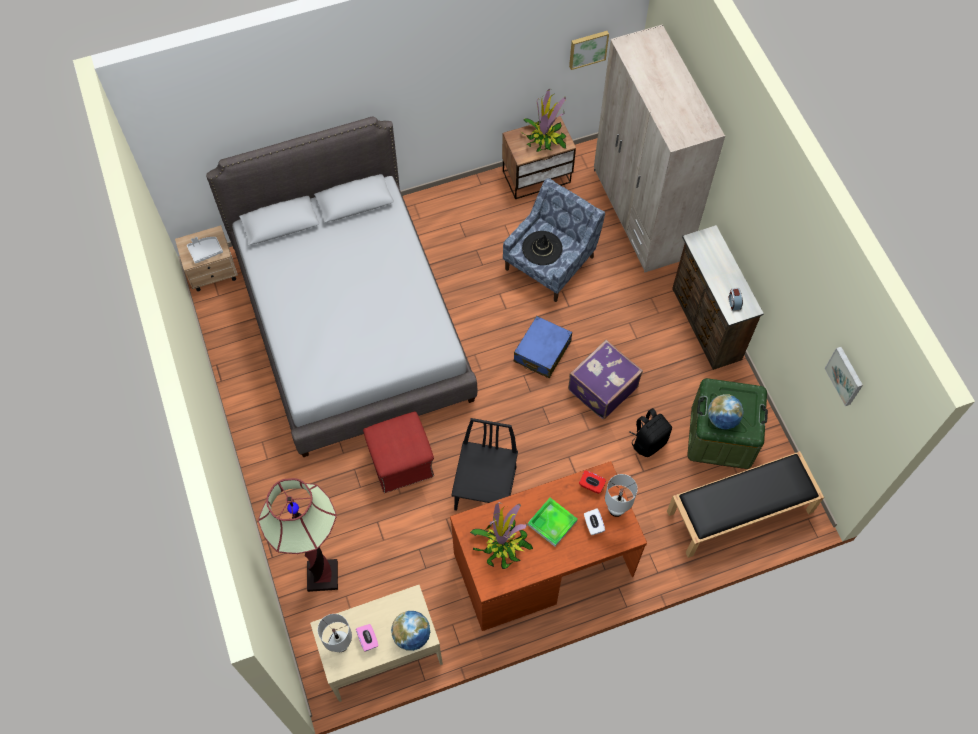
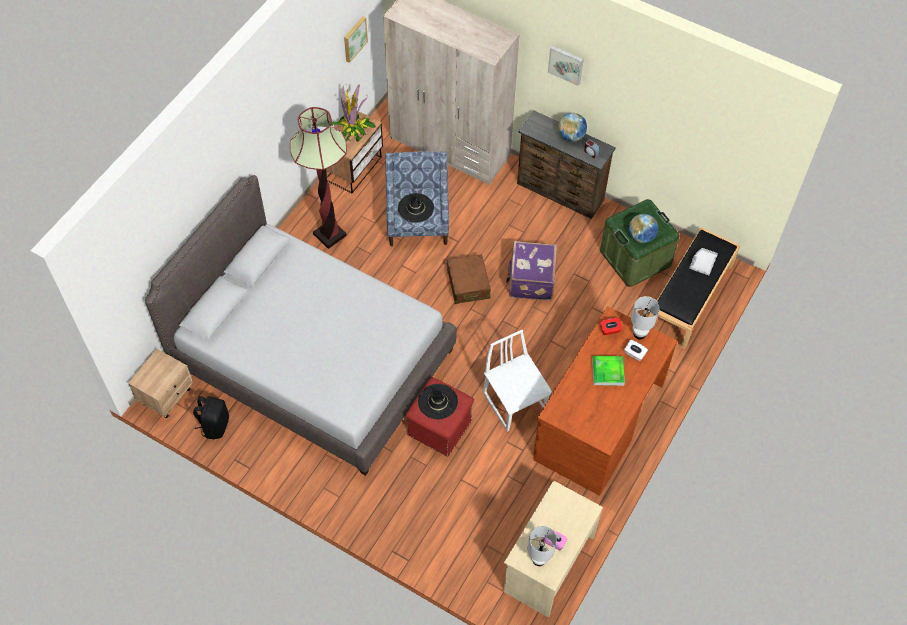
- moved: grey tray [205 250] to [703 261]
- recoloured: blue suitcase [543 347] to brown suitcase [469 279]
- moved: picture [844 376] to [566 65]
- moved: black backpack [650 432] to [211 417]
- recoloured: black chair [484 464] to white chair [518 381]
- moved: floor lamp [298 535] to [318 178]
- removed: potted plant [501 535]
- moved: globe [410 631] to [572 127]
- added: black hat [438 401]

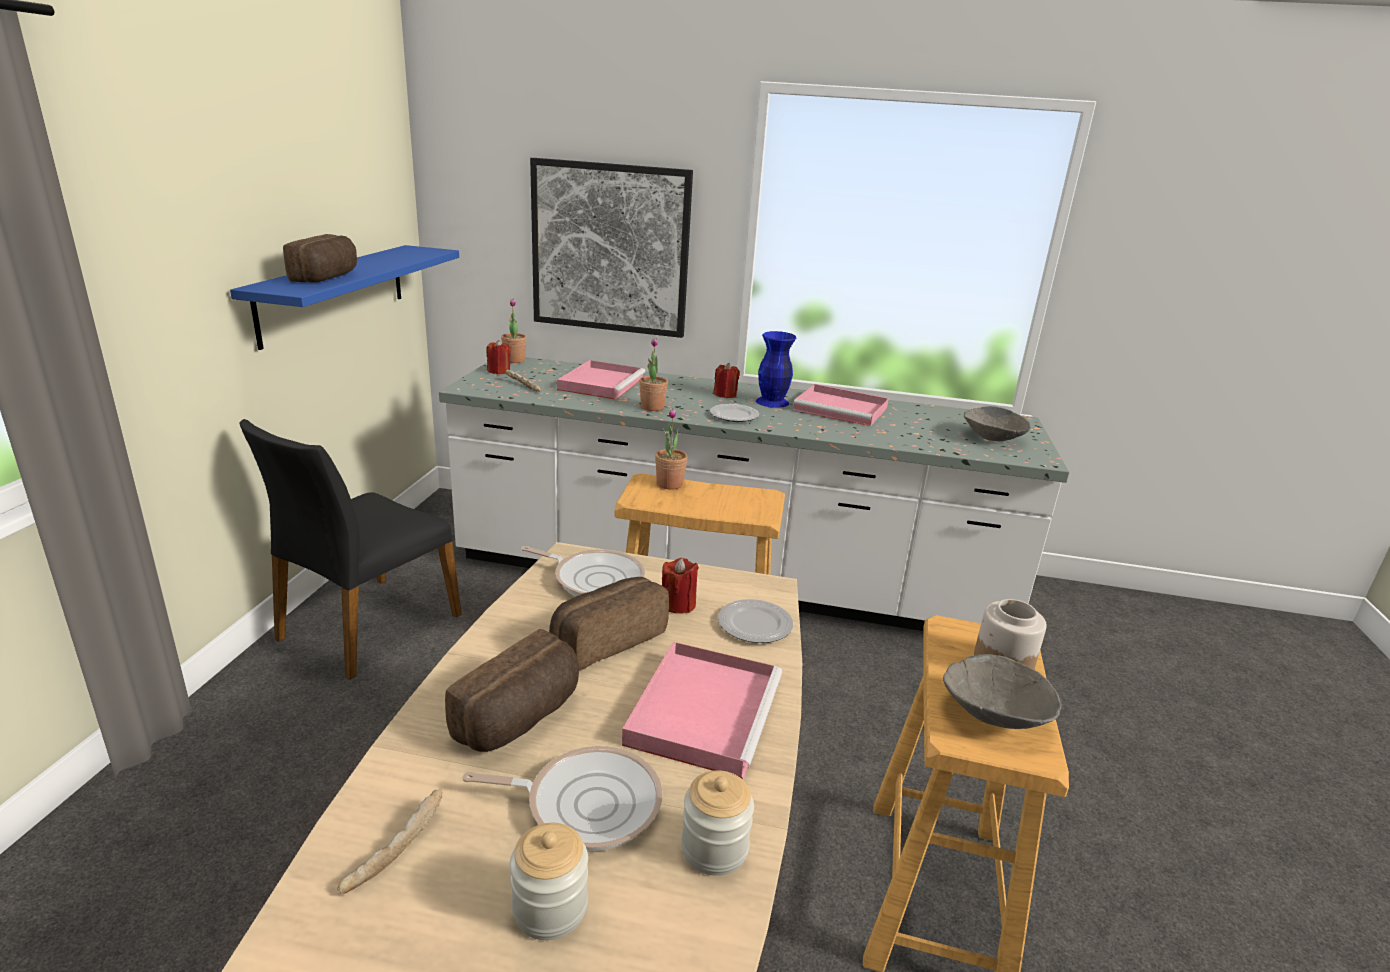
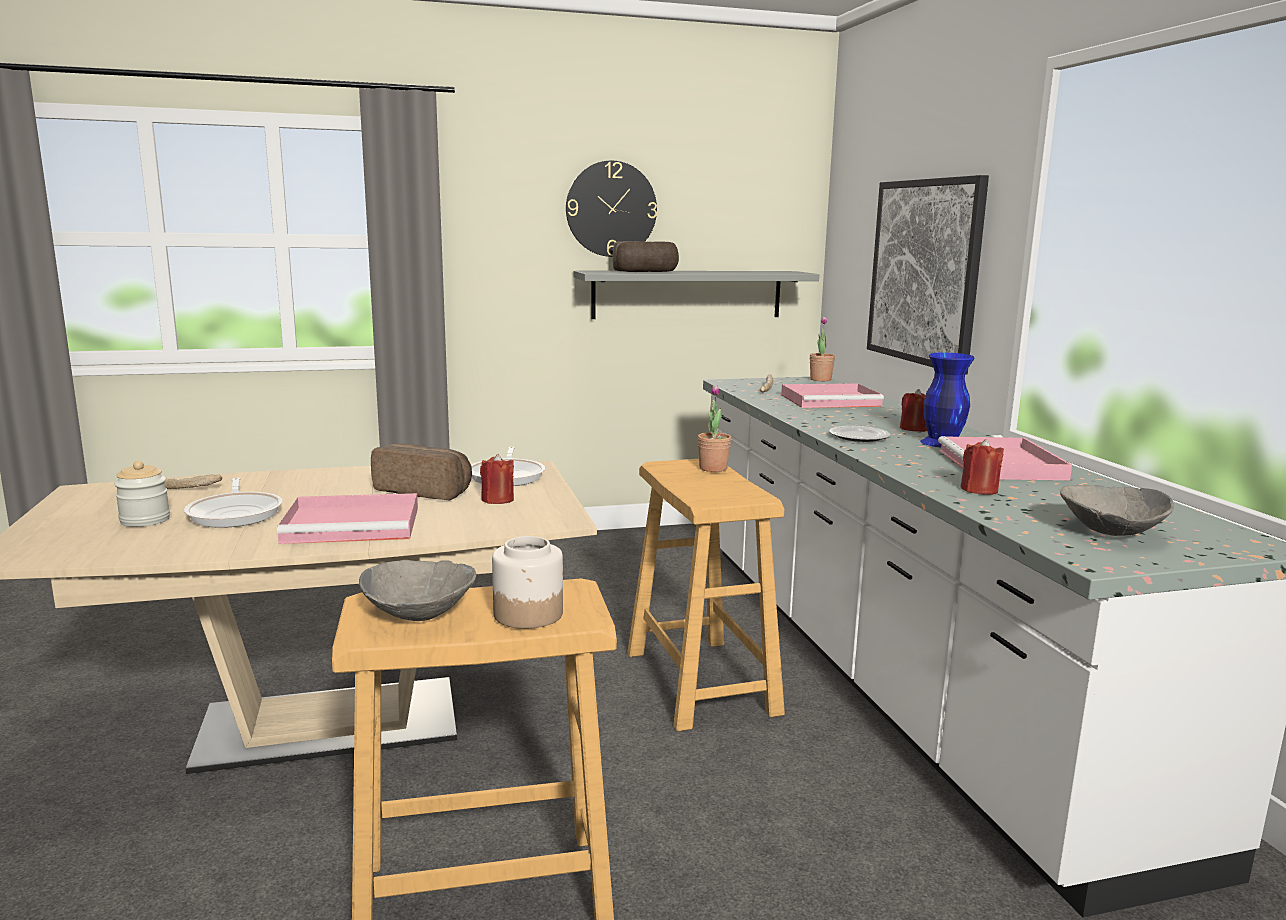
- recoloured: blue shelf [344 297] to grey shelf [696 294]
- removed: potted plant [653 374]
- moved: red candle [498 357] to [982 467]
- removed: black chair [351 549]
- removed: plate [755 621]
- removed: bread [512 690]
- removed: jar [717 823]
- added: wall clock [611 209]

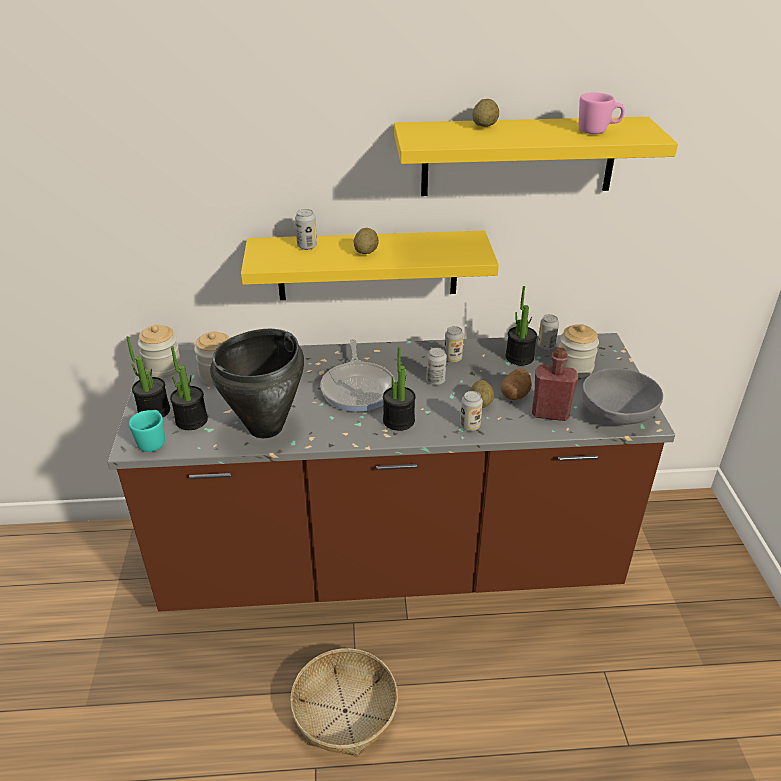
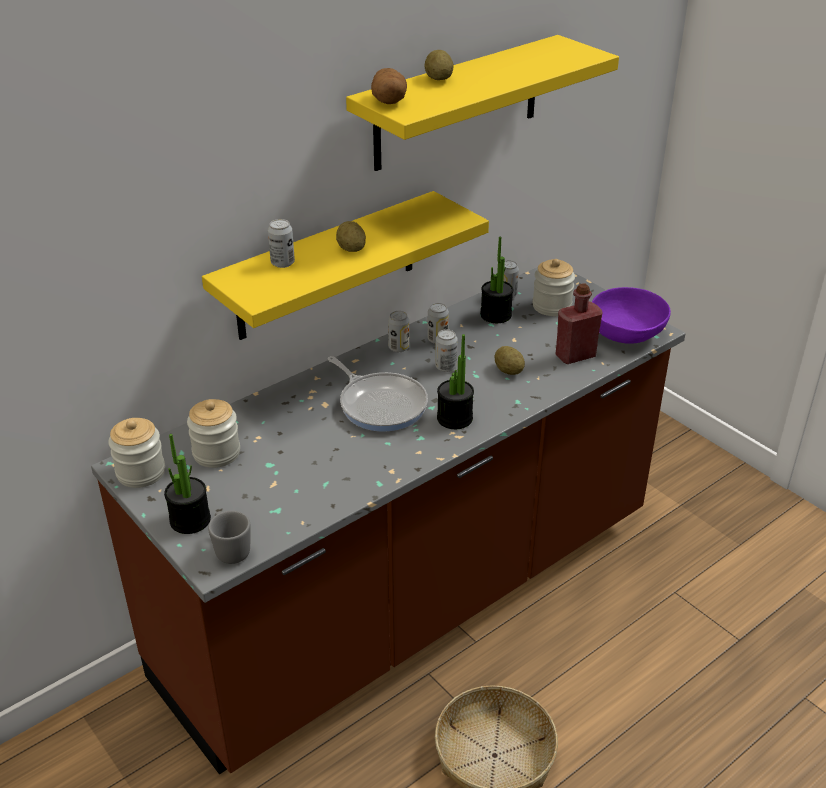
- removed: pink mug [602 113]
- removed: black cooking pot [257 383]
- removed: potted plant [189 388]
- recoloured: grey bowl [622 396] to purple bowl [631 315]
- moved: potato [516 384] to [389 86]
- moved: can [471 411] to [398 331]
- recoloured: turquoise mug [147 431] to grey mug [229 537]

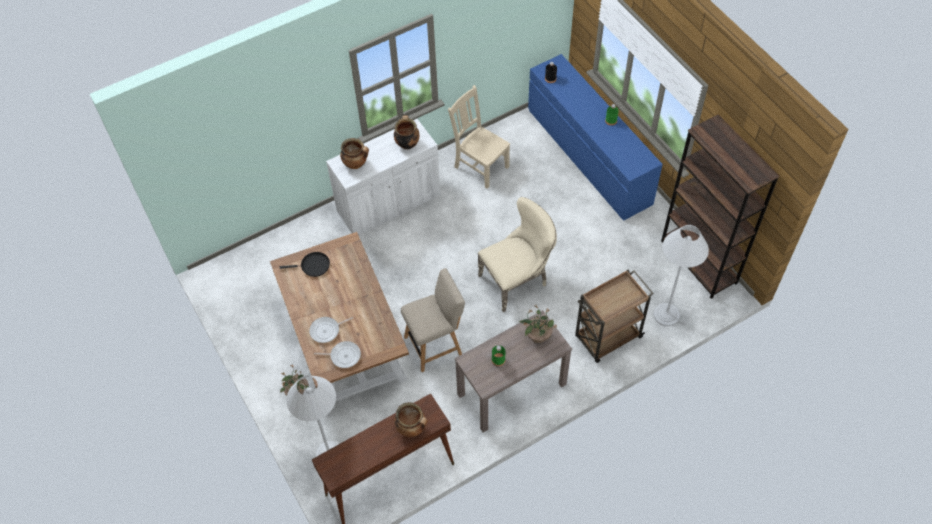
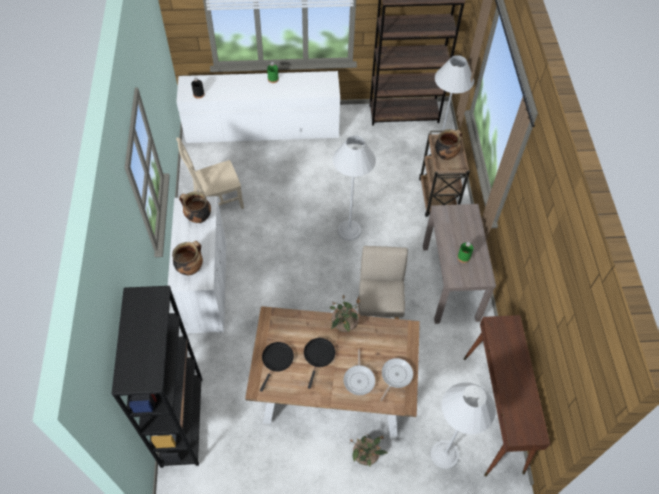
- recoloured: blue dresser [595 137] to white dresser [258 107]
- replaced: beige chair [517 254] to white floor lamp [354 188]
- moved: potted plant [538 324] to [344 313]
- moved: cooking pot [411 419] to [448 144]
- added: black bookcase [156 377]
- added: black frying pan [319 363]

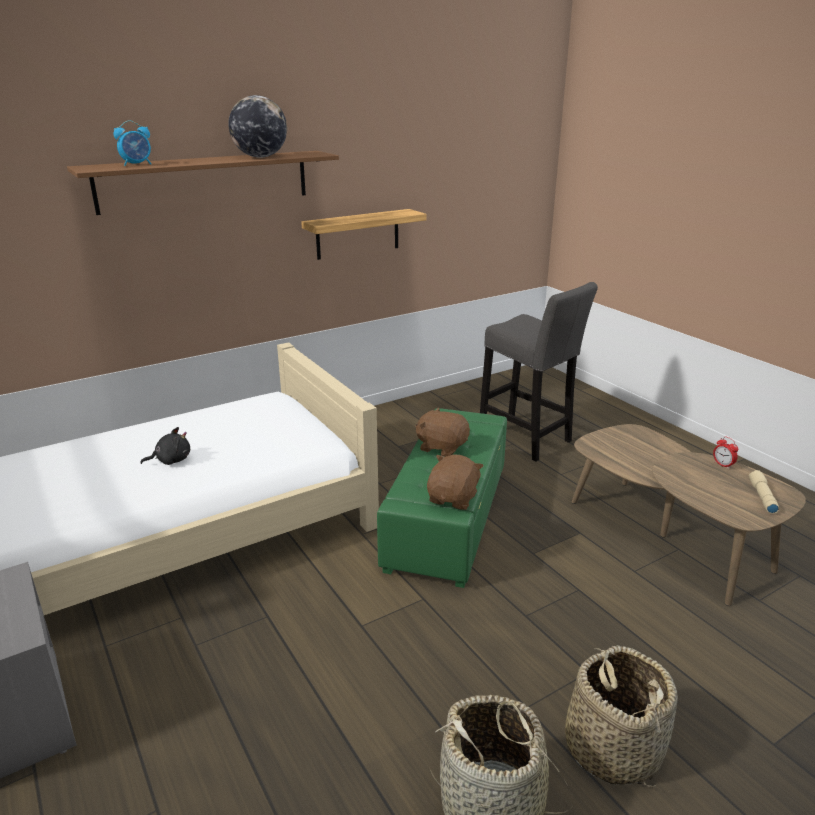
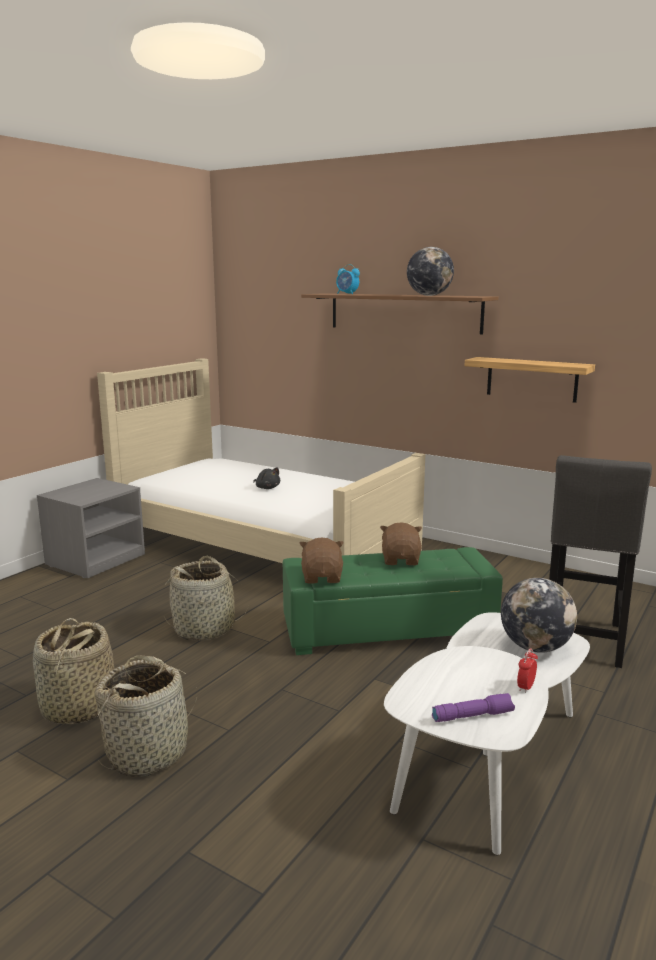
- recoloured: brown coffee table [689 515] to white coffee table [487 733]
- turned: brown plush toy [455 482] = [321 560] 90 degrees counterclockwise
- recoloured: beige flashlight [764 491] to purple flashlight [473 707]
- added: basket [206 598]
- added: globe [539 615]

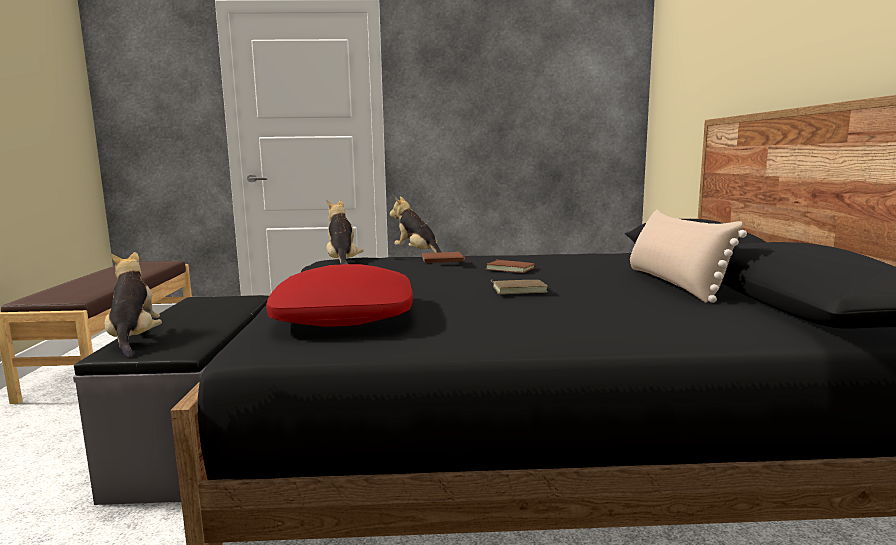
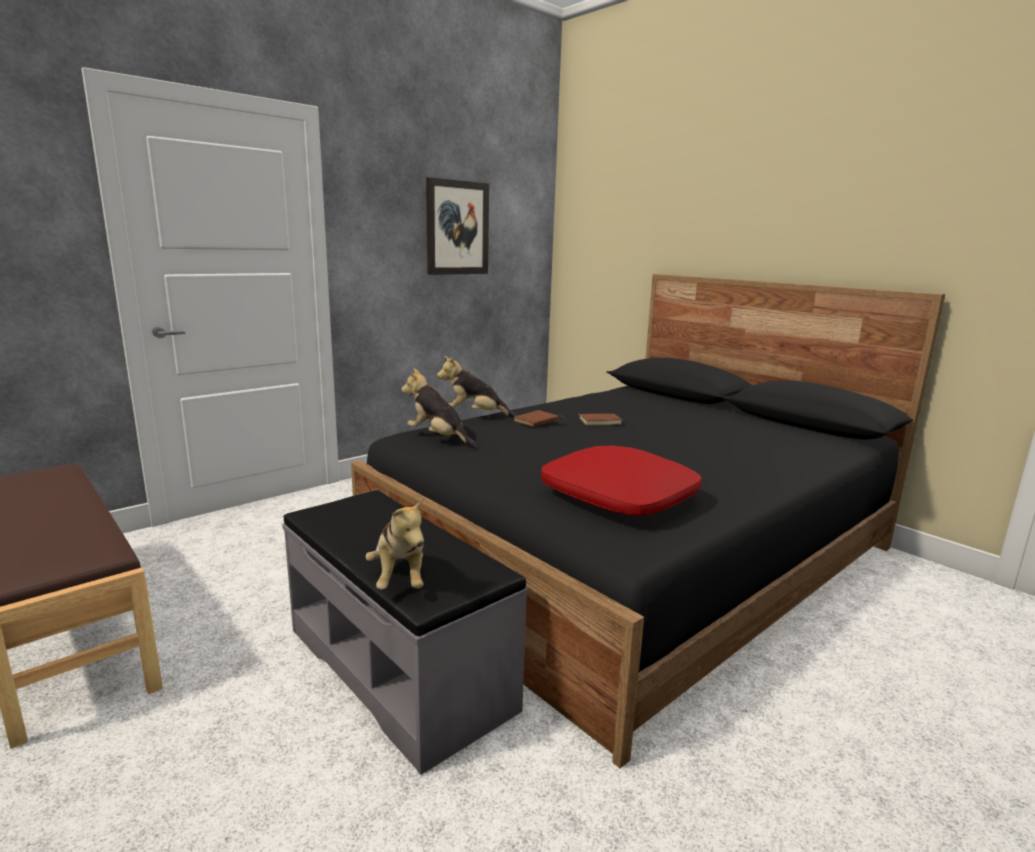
- removed: beige pillow [688 256]
- turned: plush toy [133 305] = [395 543] 135 degrees counterclockwise
- removed: brown book [519 286]
- added: picture [457 226]

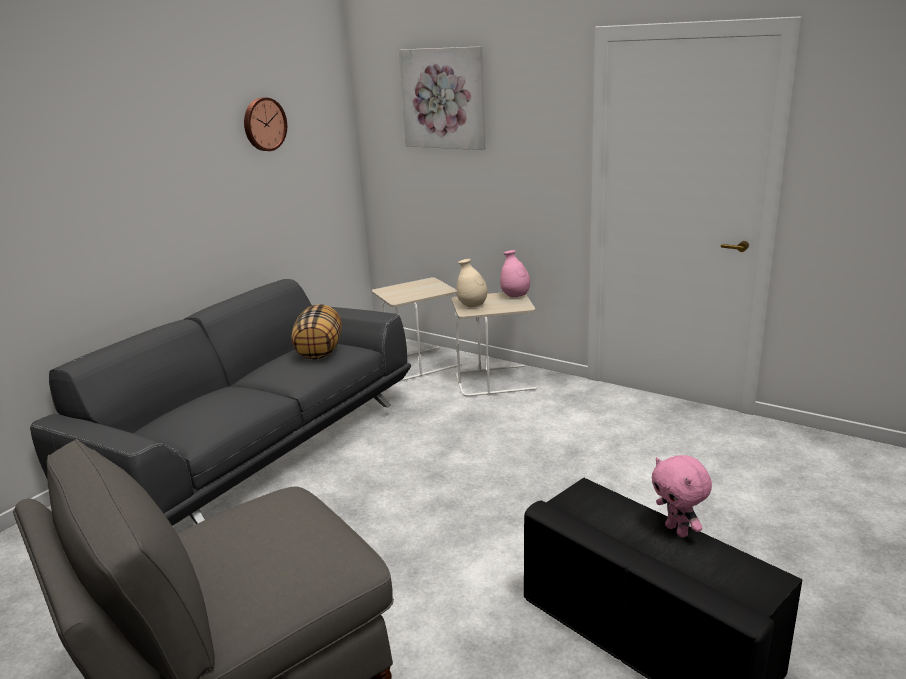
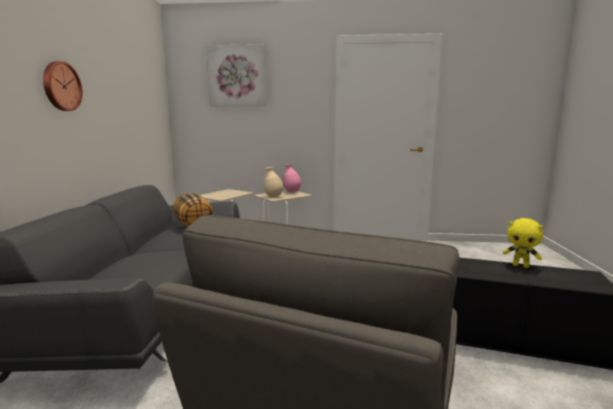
- moved: wall clock [265 124] to [62 86]
- recoloured: pink plush toy [681 496] to yellow plush toy [523 243]

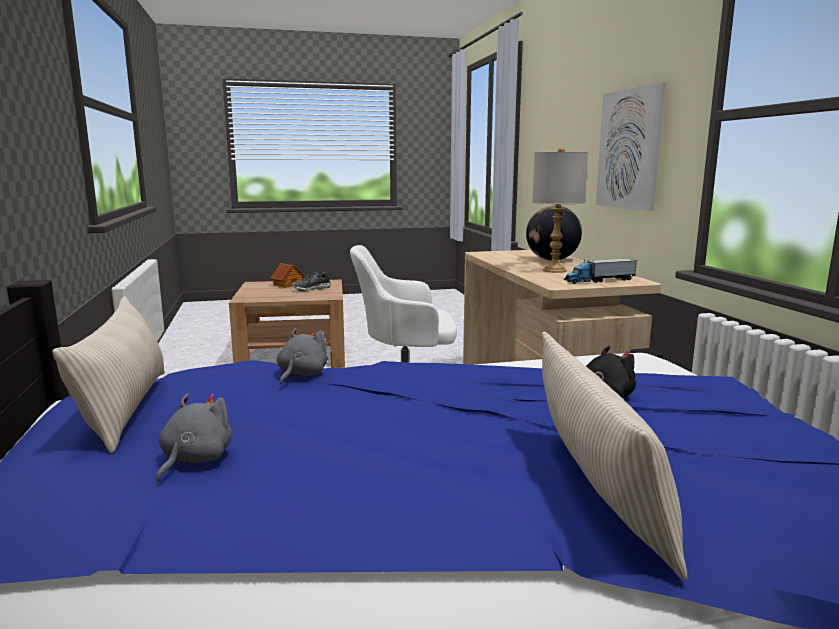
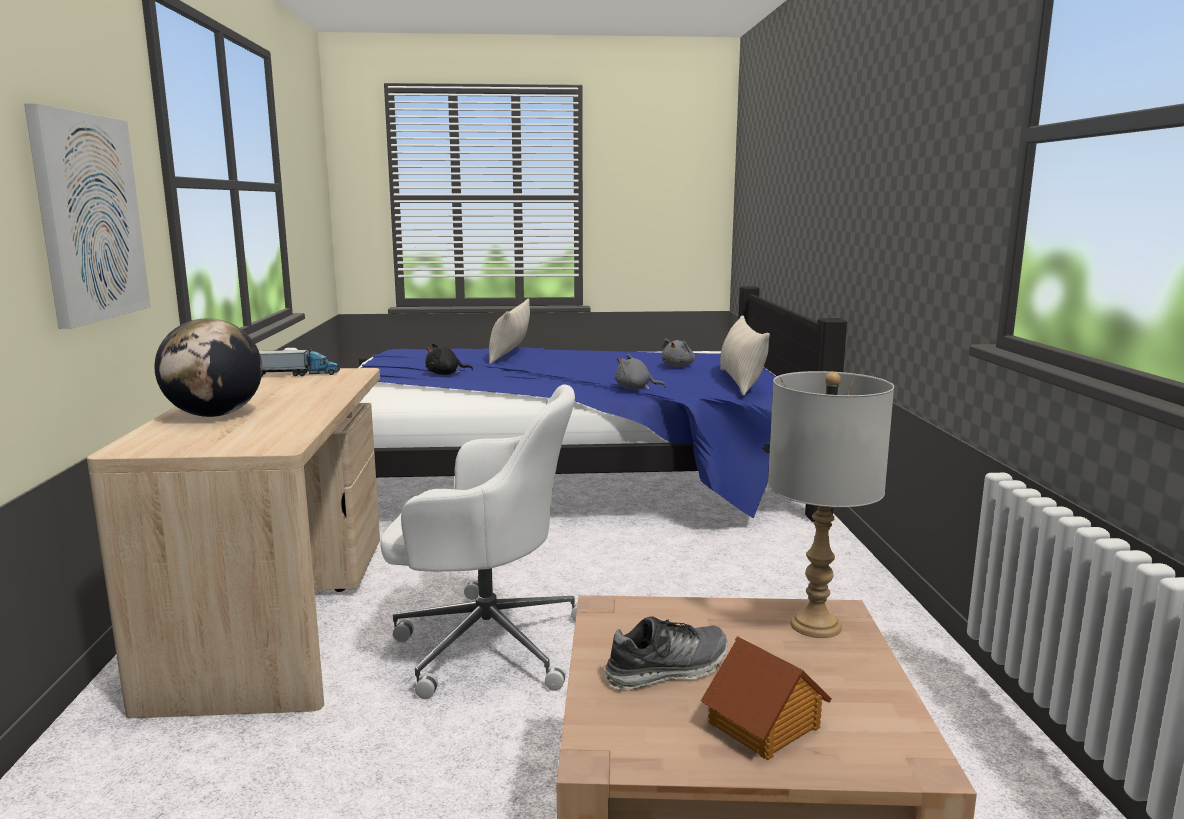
- moved: grey table lamp [560 210] to [831 504]
- turned: grey plush toy [302 356] = [640 372] 75 degrees clockwise

